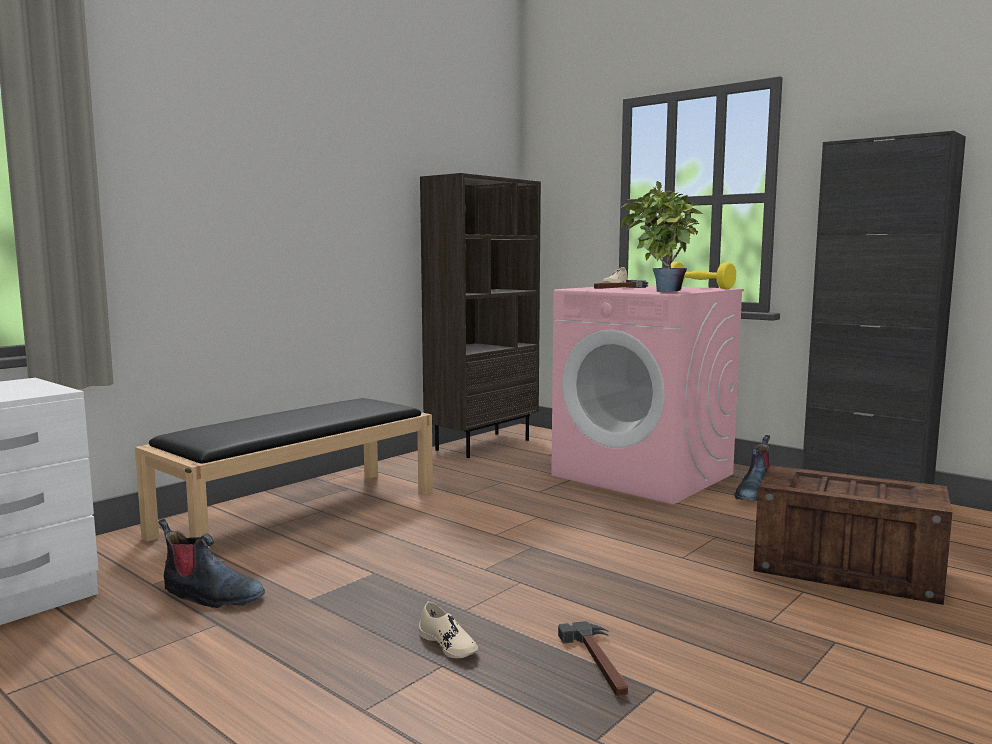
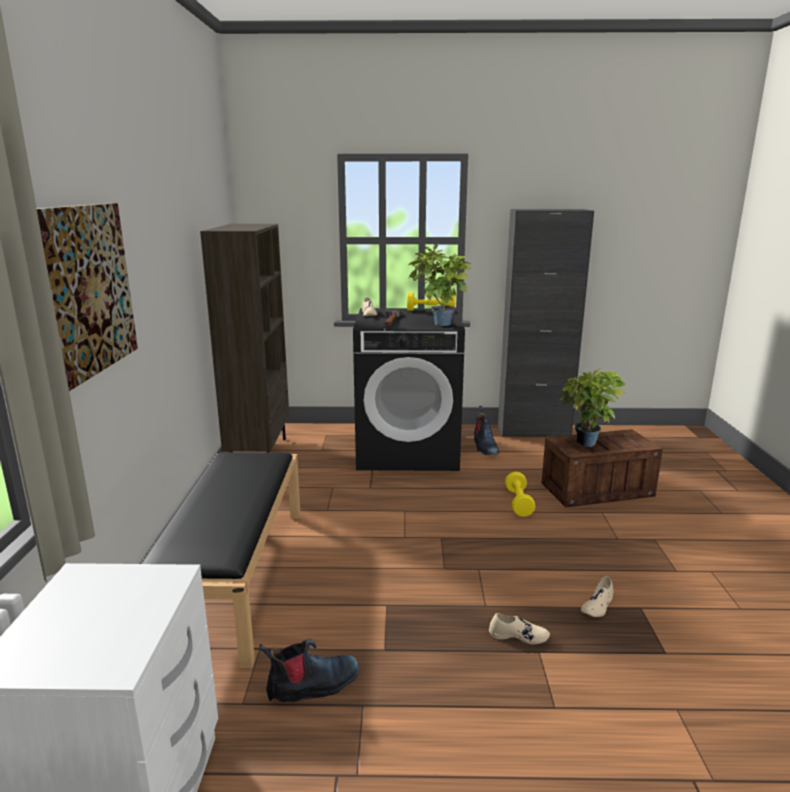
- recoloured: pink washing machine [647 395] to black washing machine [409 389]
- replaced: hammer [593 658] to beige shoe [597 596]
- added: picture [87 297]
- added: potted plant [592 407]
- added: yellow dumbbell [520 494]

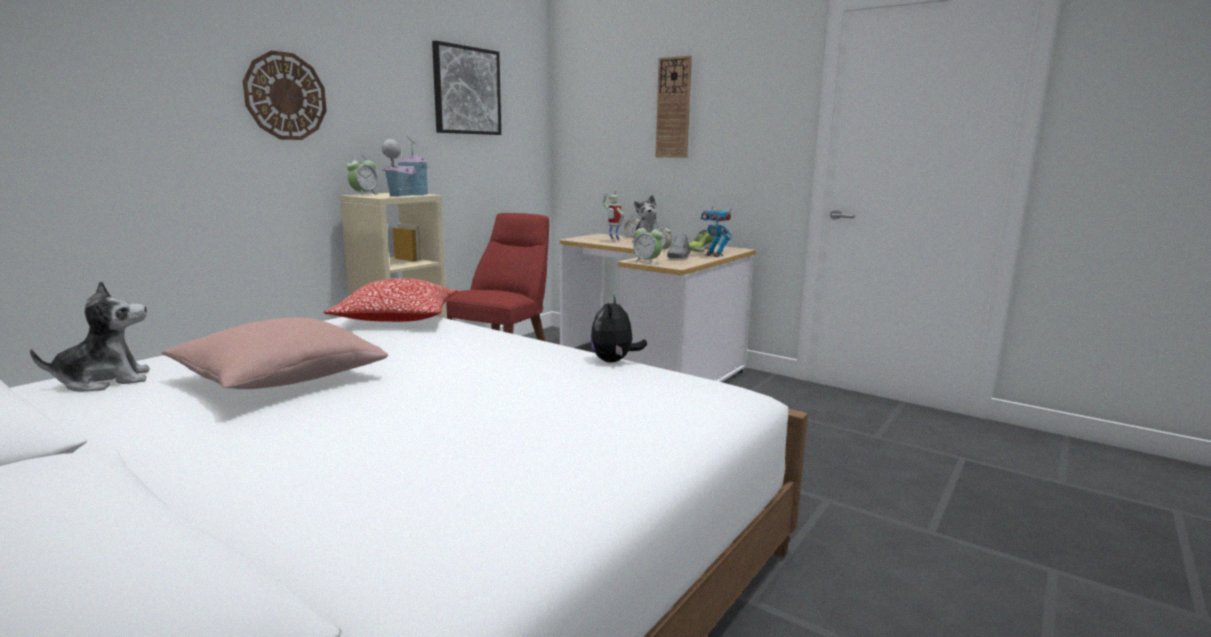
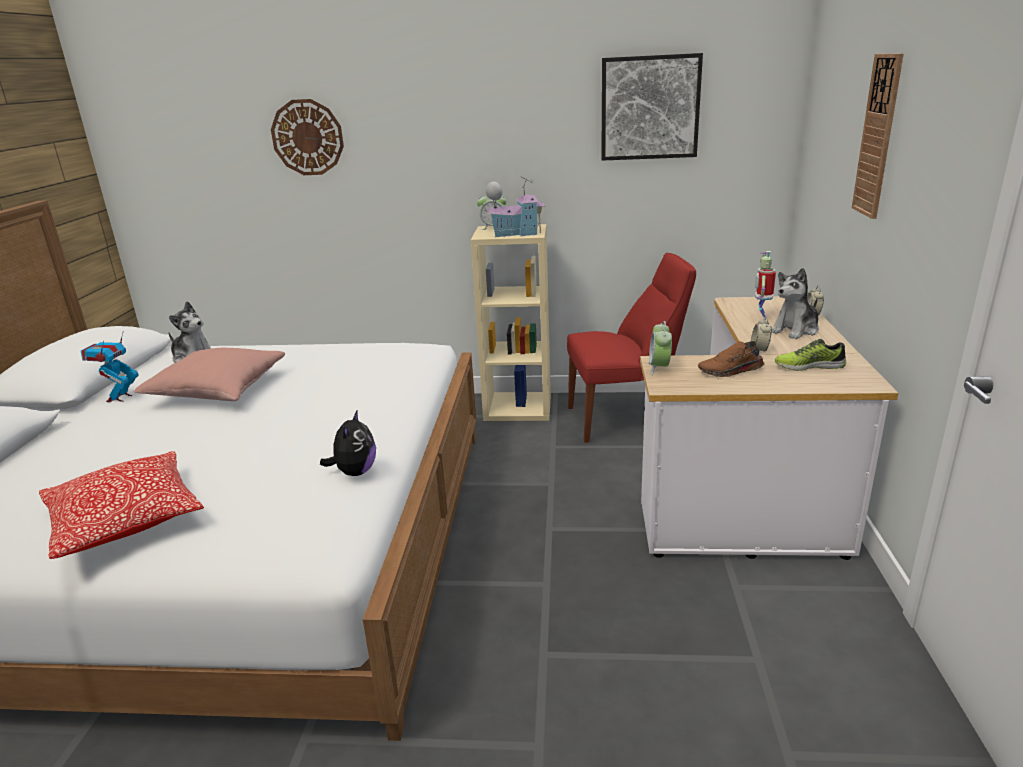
- moved: wall clock [285 95] to [307 137]
- moved: toy robot [717 229] to [110 366]
- recoloured: grey shoe [679 246] to brown shoe [731 359]
- moved: pillow [391 300] to [121 505]
- turned: plush toy [619 329] = [348 442] 120 degrees clockwise

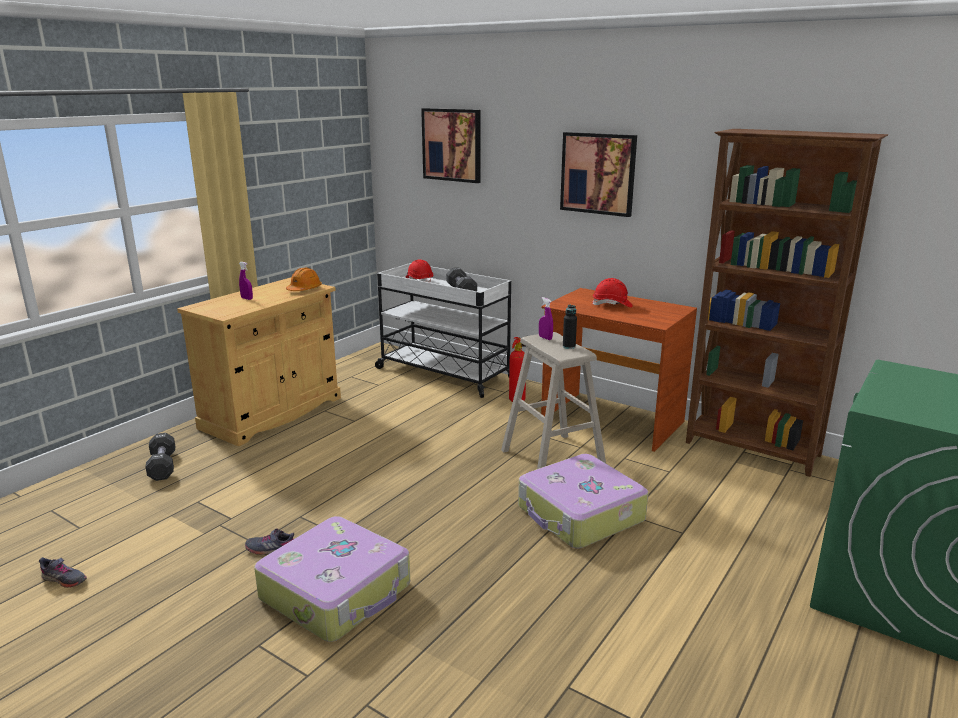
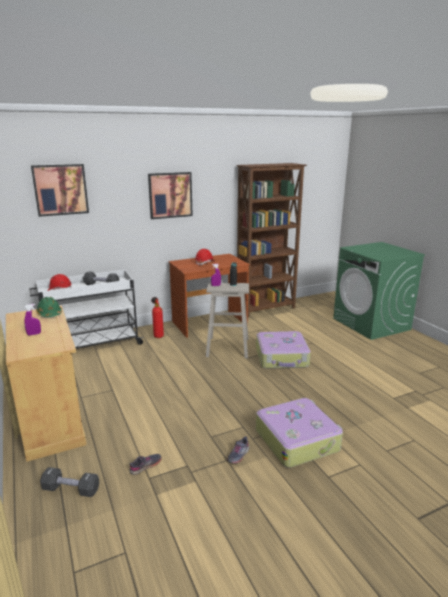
- recoloured: orange hard hat [304 279] to green hard hat [49 307]
- moved: grey shoe [63 572] to [146 464]

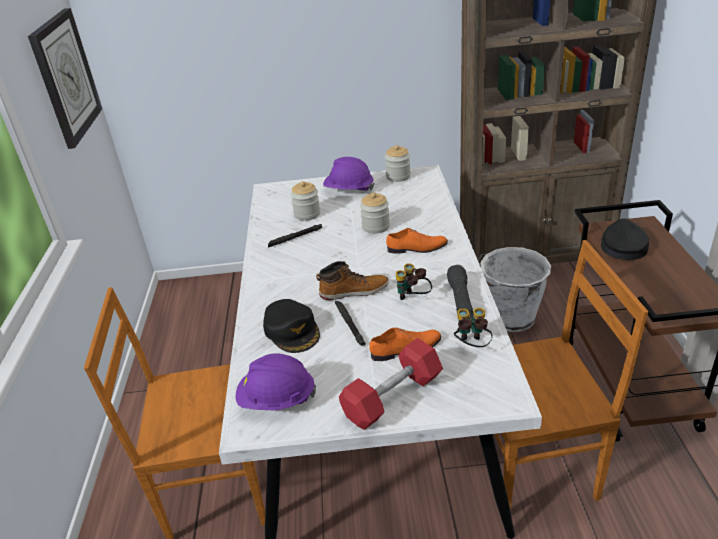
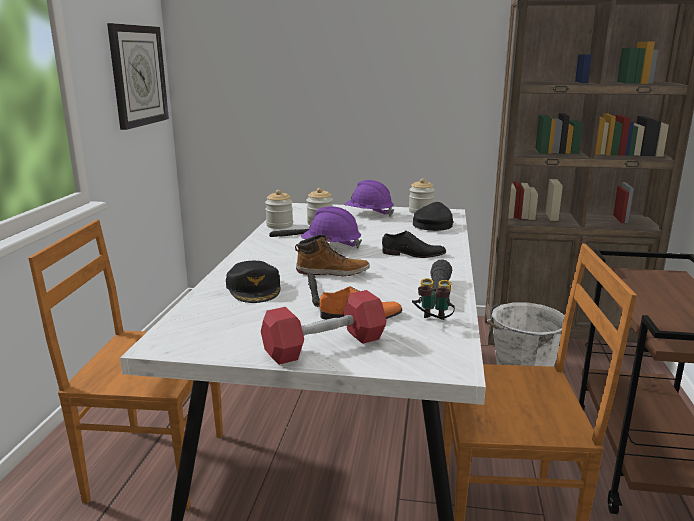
- moved: jar [375 213] to [279 209]
- moved: black cap [625 239] to [433 216]
- recoloured: orange shoe [417 241] to black shoe [414 244]
- removed: binoculars [414 281]
- moved: purple hard hat [276 382] to [331 227]

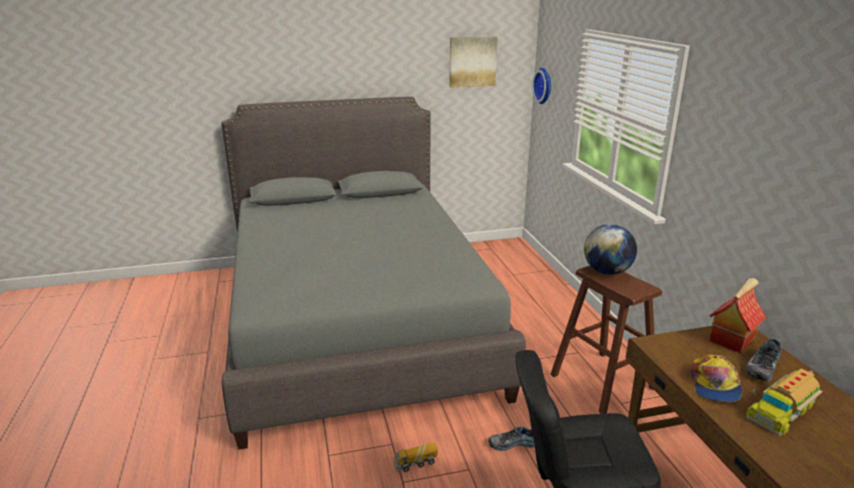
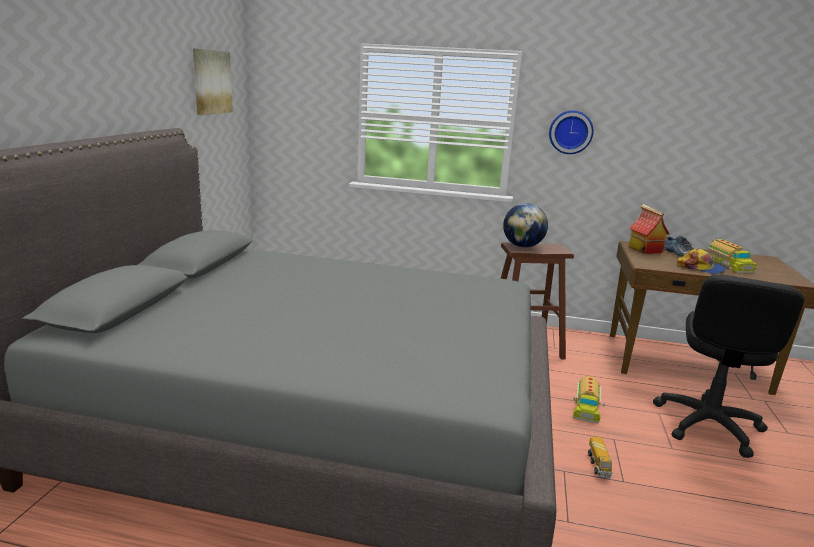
- moved: wall clock [541 86] to [571 132]
- replaced: shoe [511 438] to toy truck [589 399]

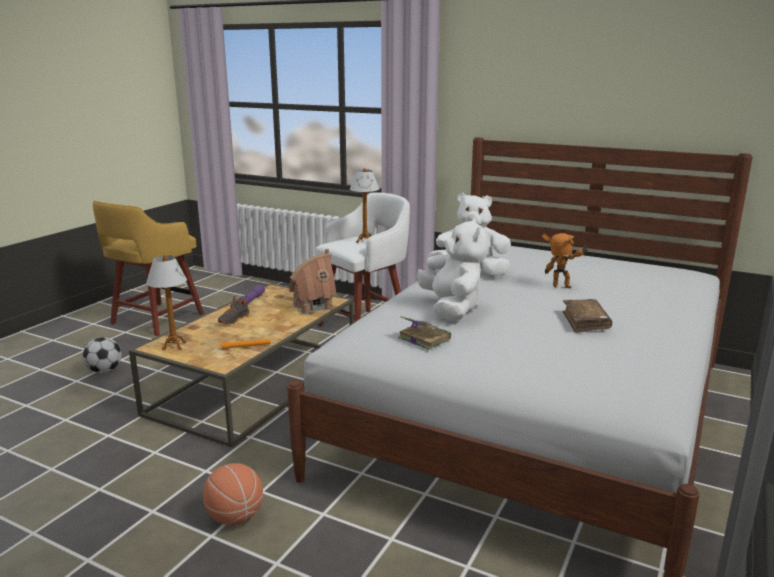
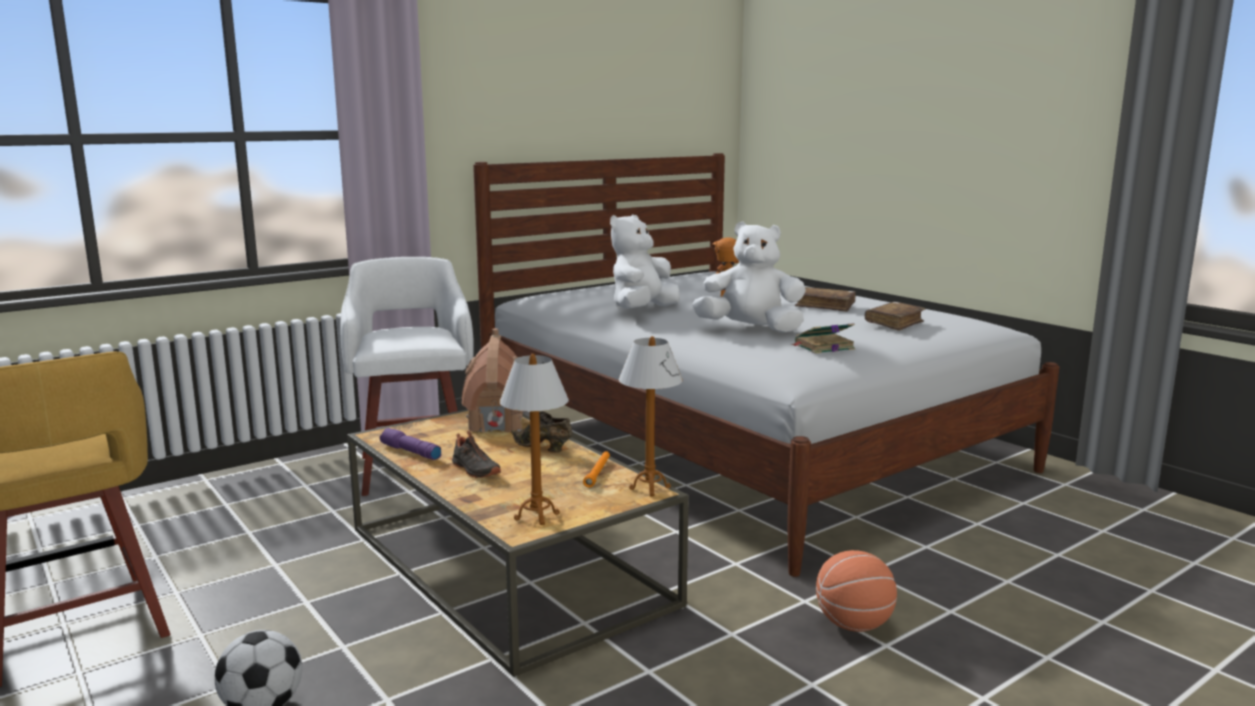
- moved: table lamp [364 205] to [651 416]
- added: brown book [895 316]
- added: brown shoe [542 431]

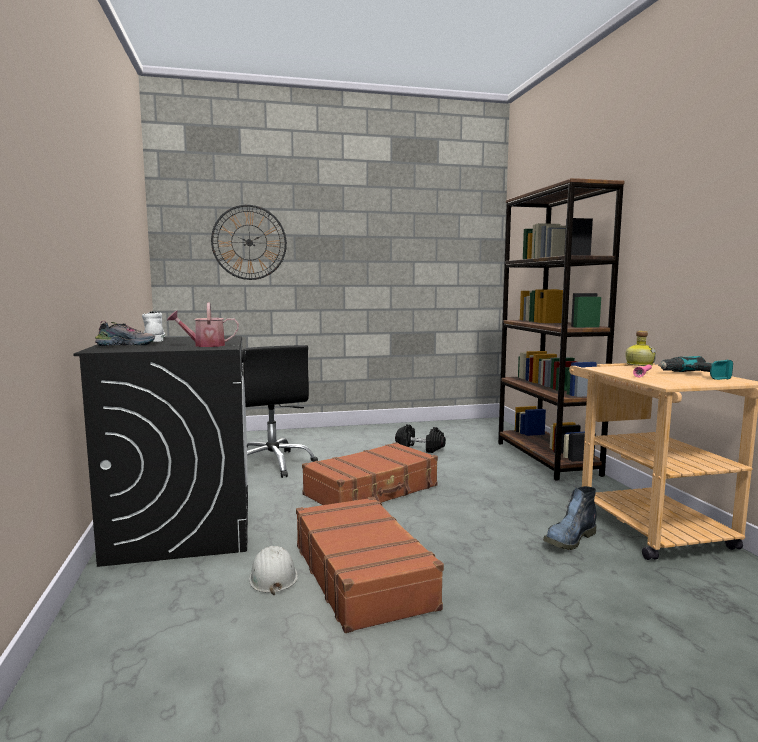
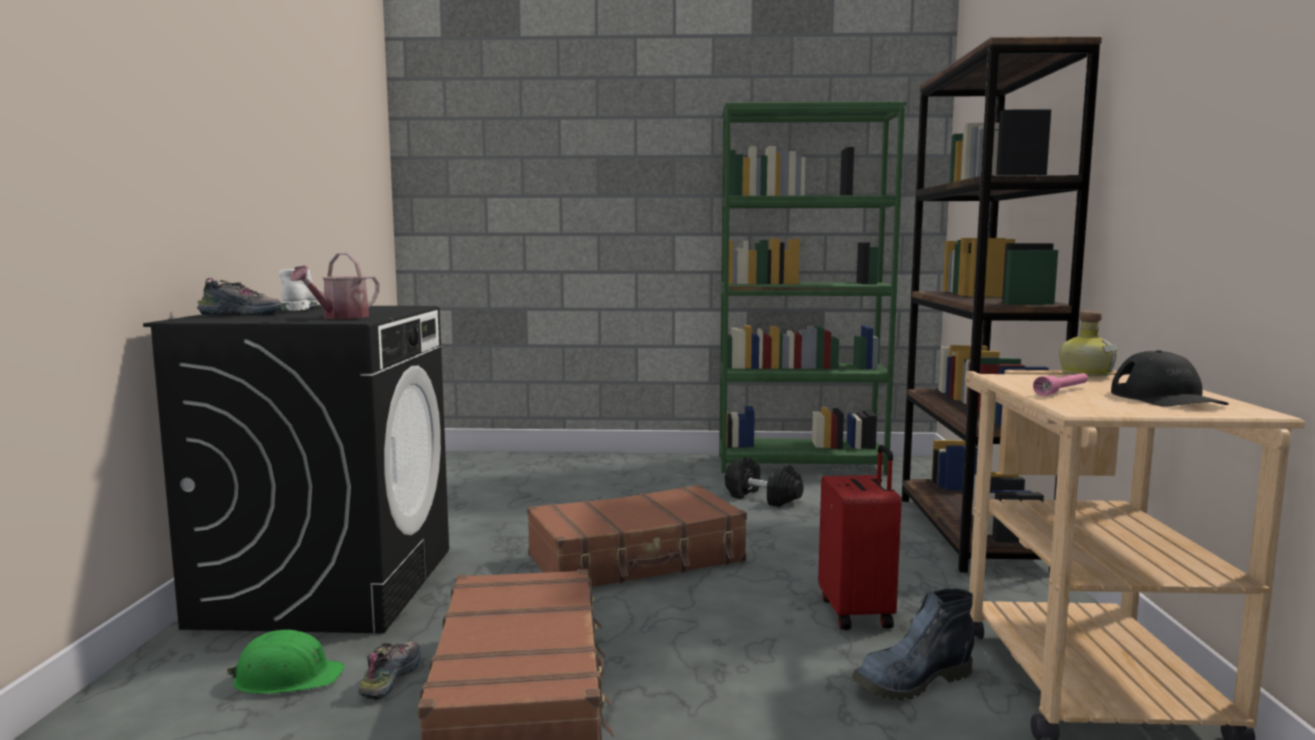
- removed: wall clock [249 242]
- turned: watering can [203 325] = [335 286] 60 degrees counterclockwise
- removed: black office chair [280 411]
- replaced: power drill [695 368] to black cap [1170 378]
- replaced: white hard hat [273 570] to shoe [389 671]
- added: green bookcase [812 288]
- added: red suitcase [860 537]
- added: green hard hat [285 662]

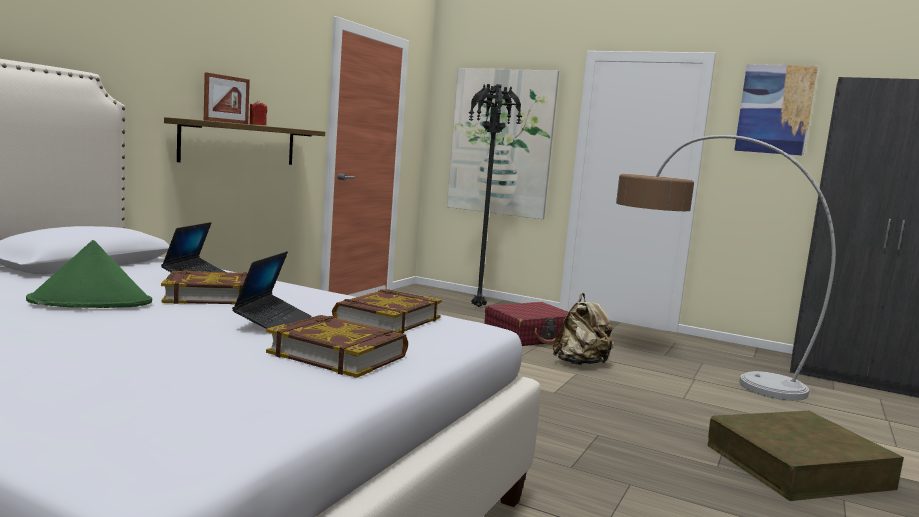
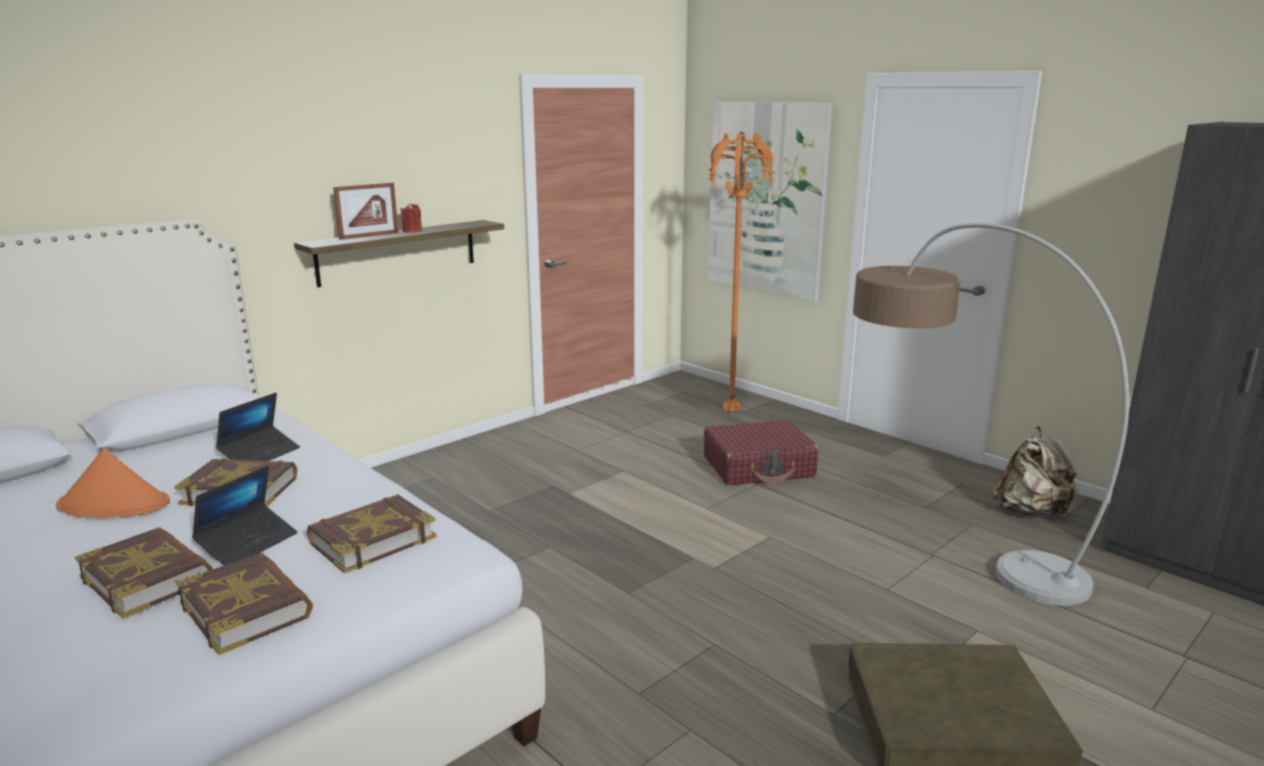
- removed: picture [776 110]
- recoloured: black floor lamp [495 195] to orange floor lamp [742 272]
- recoloured: green hat [89 274] to orange hat [113 483]
- moved: beige backpack [583 329] to [1035 471]
- added: book [144 573]

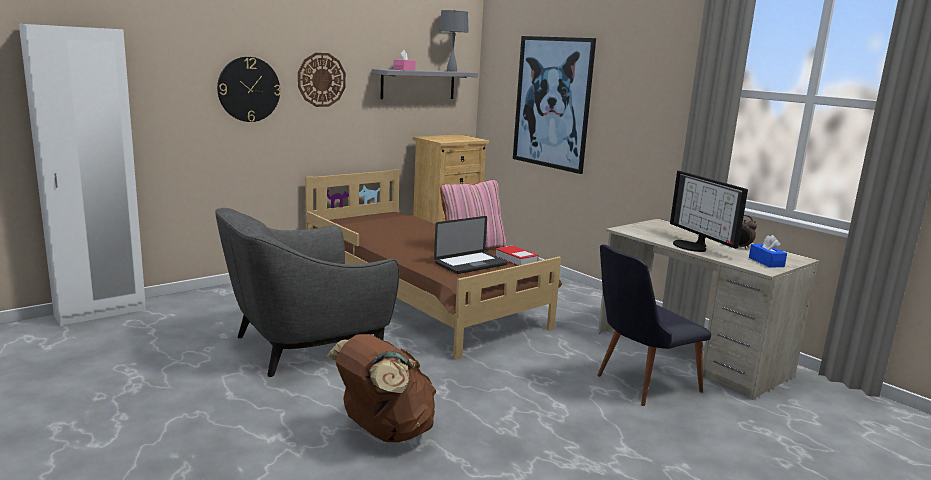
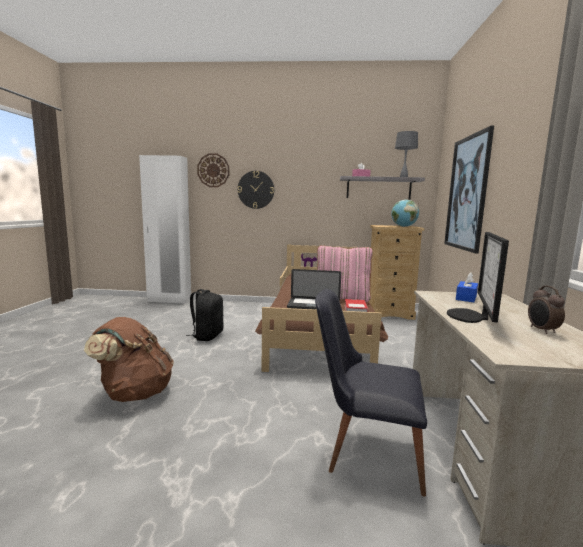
- moved: wall clock [322 80] to [213 170]
- replaced: grey armchair [307 292] to black backpack [204 315]
- moved: blue tissue box [768 251] to [467 287]
- added: globe [405 213]

